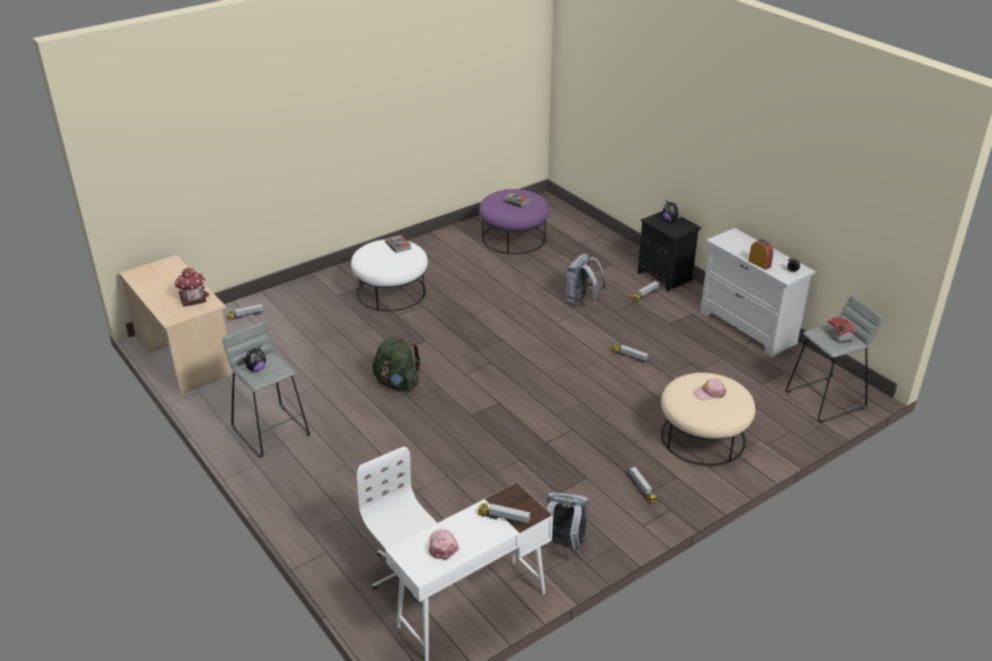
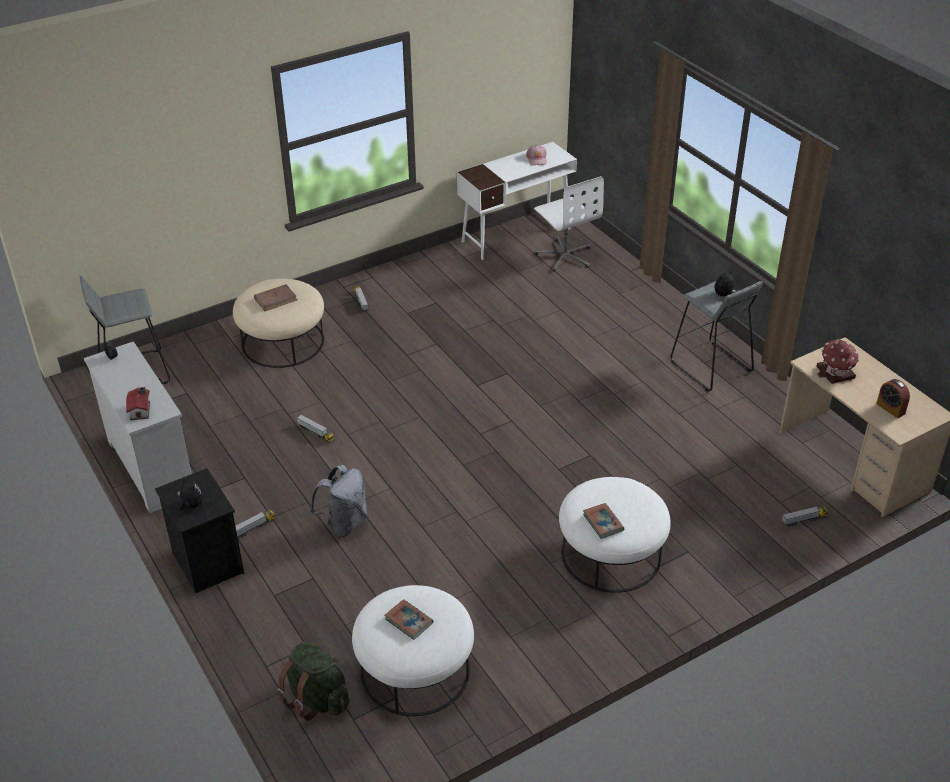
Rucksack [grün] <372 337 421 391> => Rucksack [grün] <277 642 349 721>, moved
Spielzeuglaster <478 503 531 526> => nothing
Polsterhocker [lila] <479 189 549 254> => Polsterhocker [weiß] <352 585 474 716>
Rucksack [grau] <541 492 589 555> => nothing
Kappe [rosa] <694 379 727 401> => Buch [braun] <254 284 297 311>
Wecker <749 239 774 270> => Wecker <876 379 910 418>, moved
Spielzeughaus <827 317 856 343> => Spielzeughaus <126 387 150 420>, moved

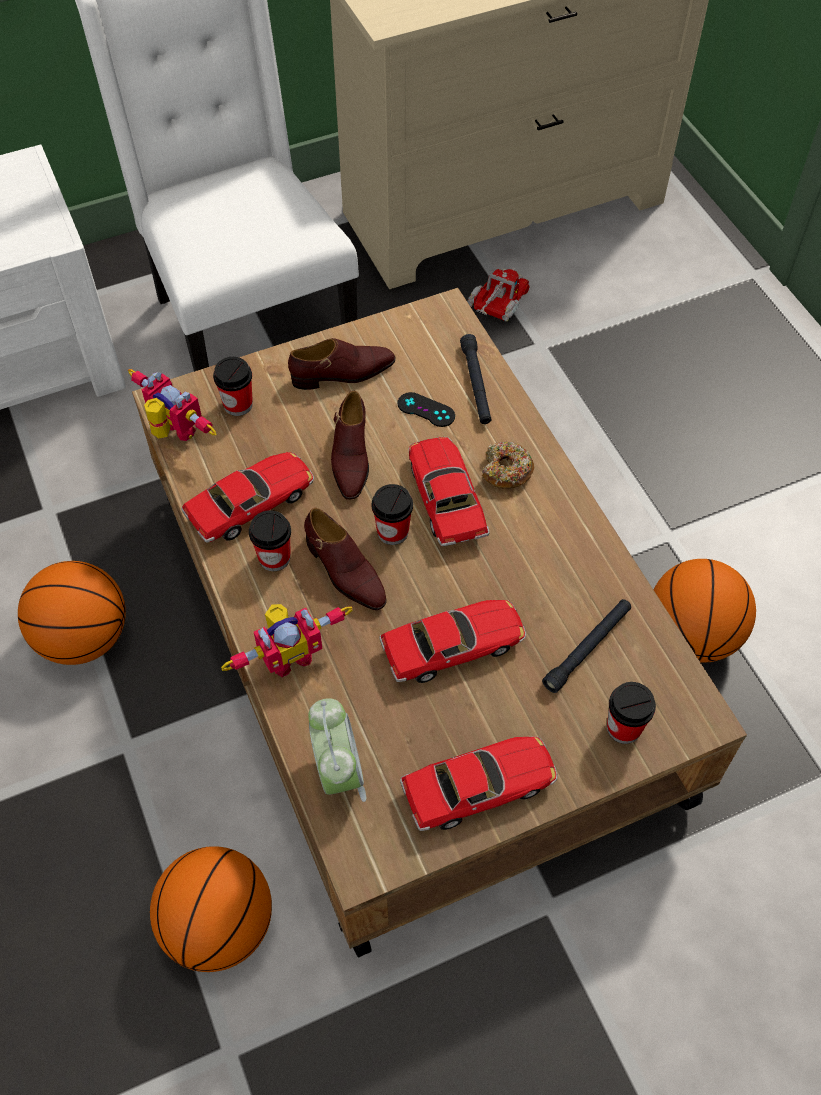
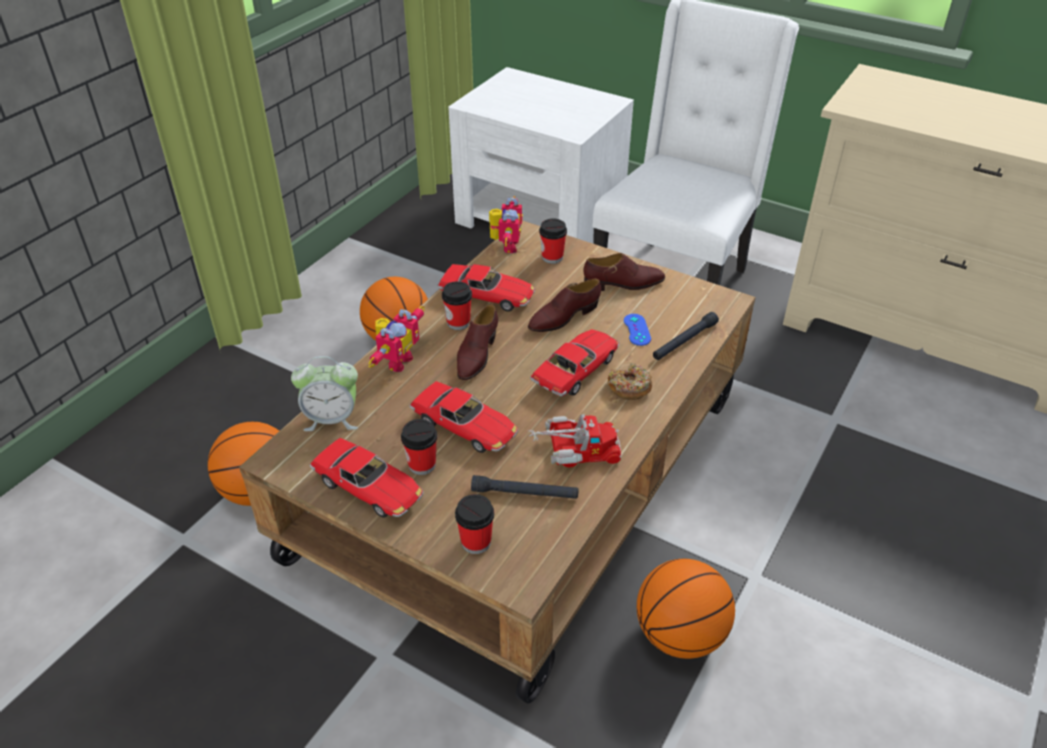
Spielzeugroboter <221 604 352 677> => Spielzeugroboter <368 306 425 372>, 90 degrees counterclockwise
Schuh [braun] <288 338 396 390> => Schuh [braun] <583 253 665 291>, 45 degrees counterclockwise
Wecker <308 698 366 802> => Wecker <291 356 358 431>, 45 degrees clockwise
Tasse <372 484 413 545> => Tasse <401 419 437 475>, moved
Gamepad [schwarz] <397 392 455 427> => Gamepad [blau] <624 314 651 346>
Spielzeuglaster <467 267 529 321> => Spielzeuglaster <529 414 621 467>, moved

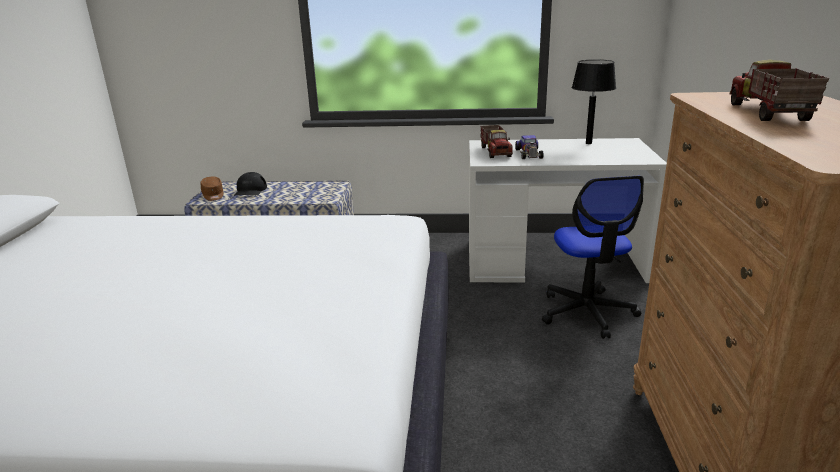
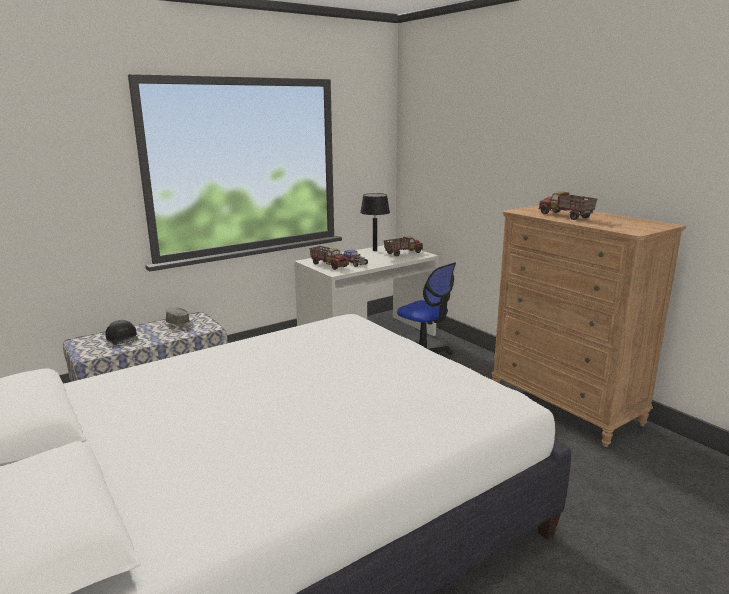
Kappe [braun] <201 177 223 201> => nothing
nothing => Kappe [grau] <166 308 193 327>
nothing => Spielzeuglaster <383 236 423 257>

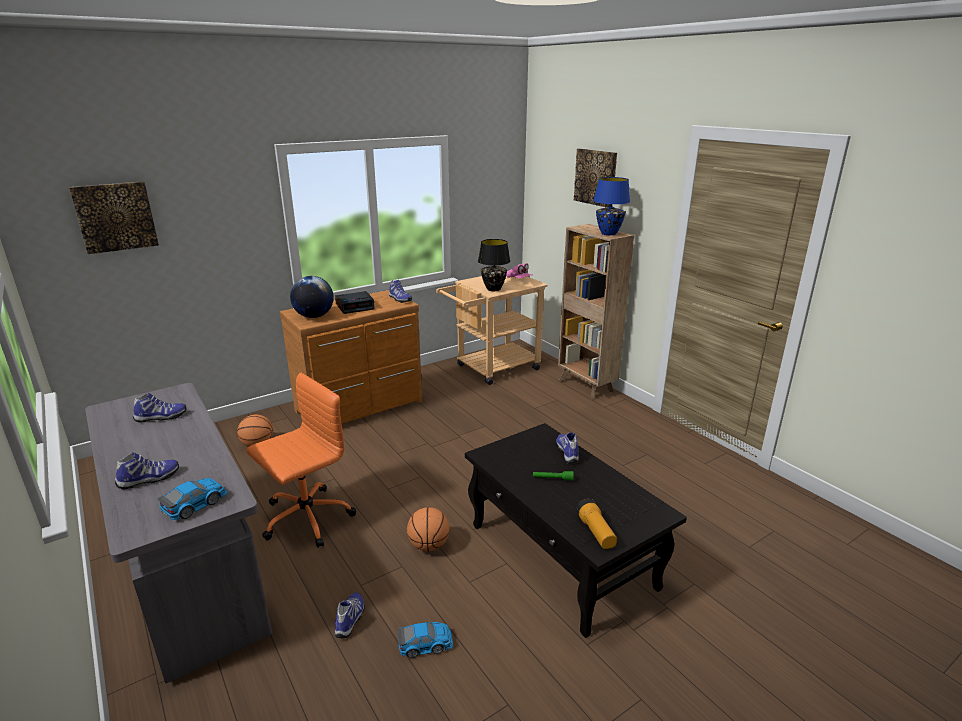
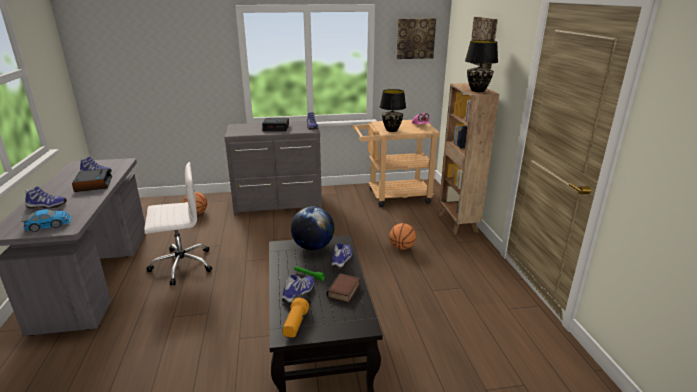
Bild <69 182 159 254> => Bild <396 18 436 59>, moved
Bürostuhl [orange] <247 373 356 548> => Bürostuhl [weiß] <144 162 212 285>
Kommode [braun] <280 290 422 424> => Kommode [grau] <224 121 322 215>
Globus <290 276 334 318> => Globus <291 207 334 250>, moved
Schuh <335 593 365 639> => Schuh <282 274 314 304>, moved
Spielzeugauto <398 621 453 658> => nothing
Basketball <407 507 450 552> => Basketball <389 223 416 250>, moved
Tischlampe [blau] <593 177 630 235> => Tischlampe [schwarz] <465 40 498 92>
nothing => Wecker <72 168 112 192>
nothing => Buch <327 273 360 303>

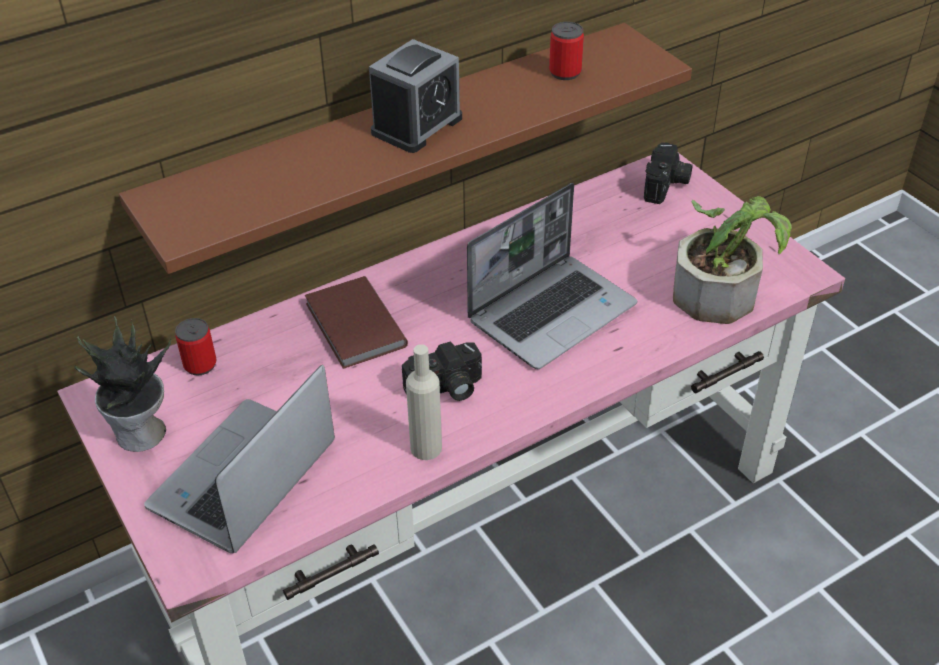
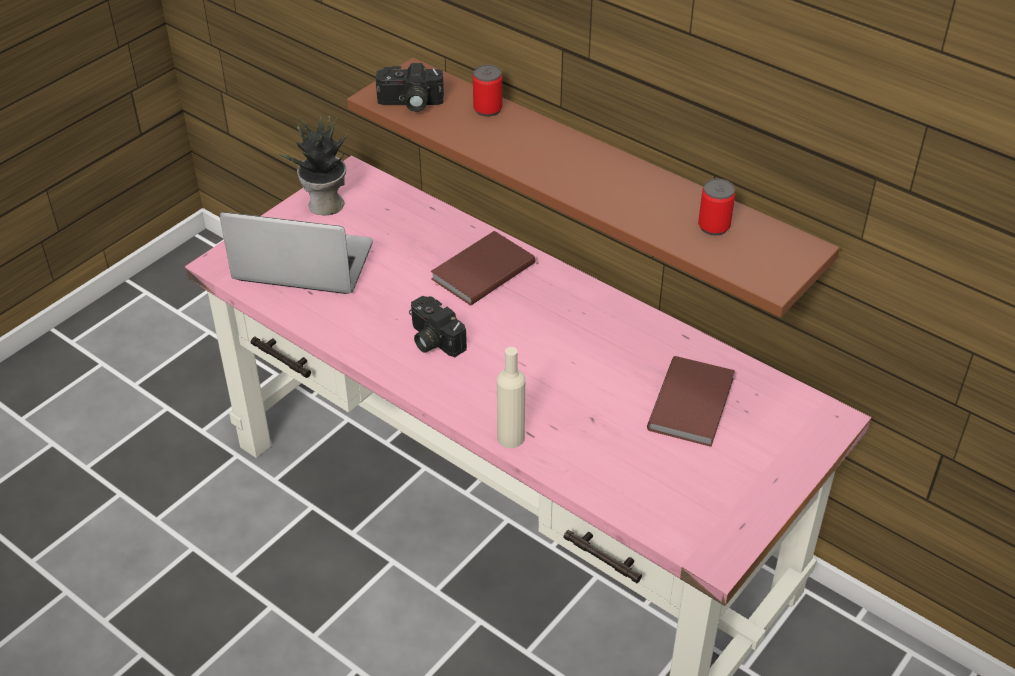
Dose <175 318 216 375> => Dose <473 65 502 117>, moved
Wecker <369 39 462 153> => nothing
Flasche [beige] <406 344 442 460> => Flasche [beige] <497 347 525 448>, moved
Laptop <467 183 637 369> => nothing
Kamera <644 142 693 204> => Kamera <376 63 444 112>, moved
Topfpflanze <673 196 792 324> => nothing
nothing => Buch [braun] <647 356 735 447>

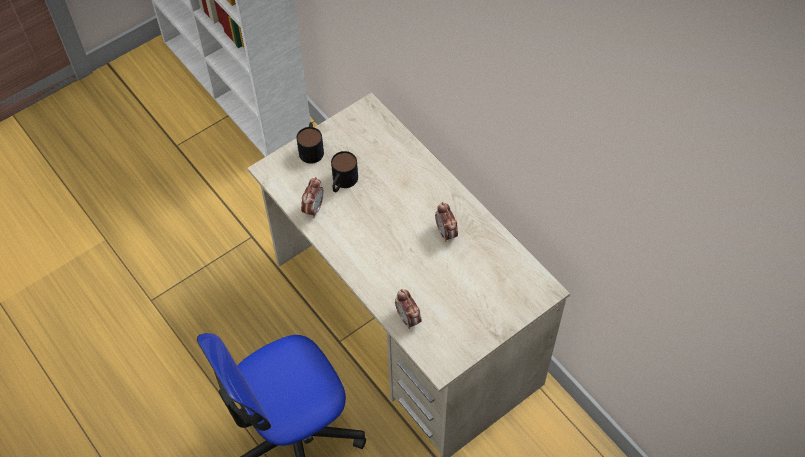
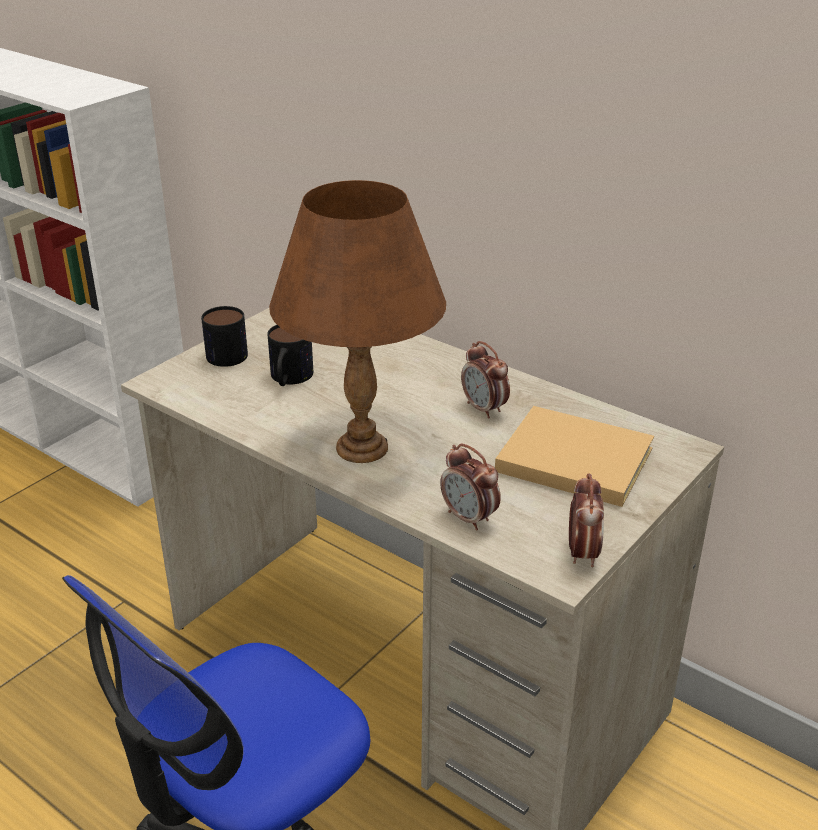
Wecker <301 177 324 218> => Wecker <569 473 604 567>, moved
nothing => Tischlampe [braun] <269 180 446 463>
nothing => Buch [beige] <495 406 654 507>

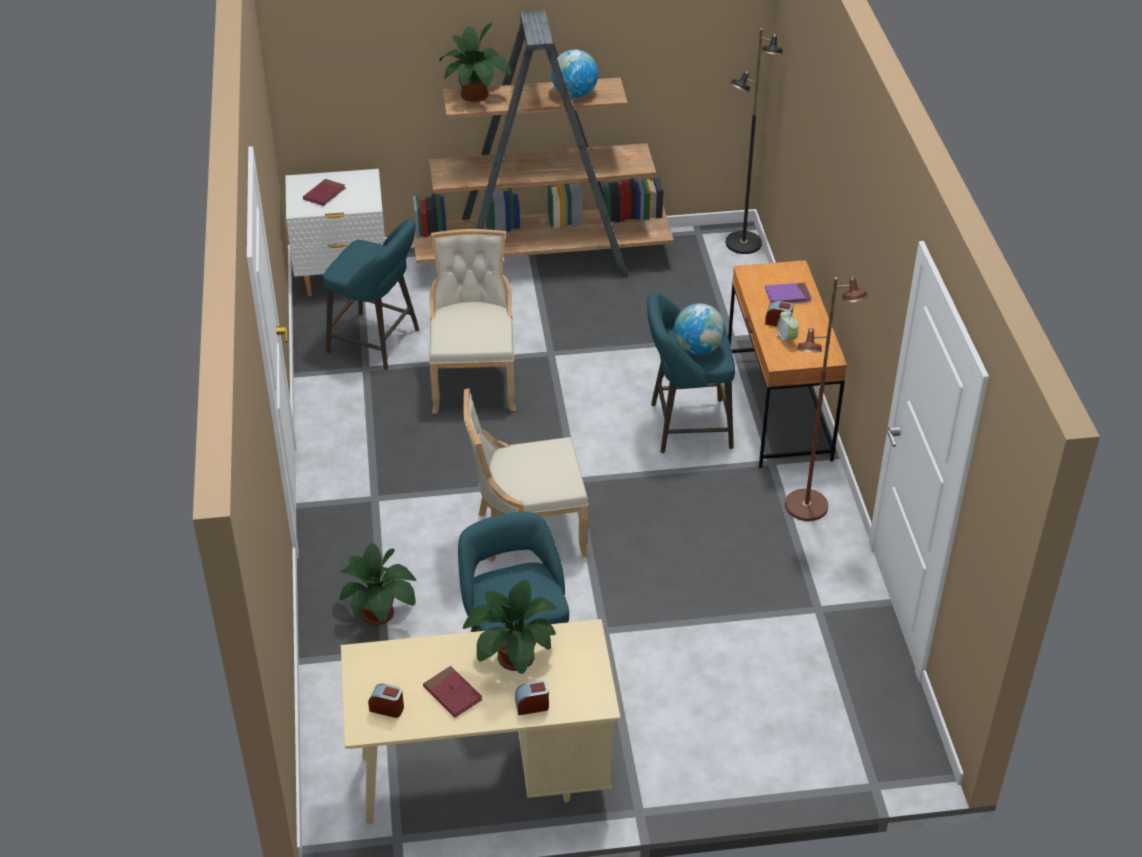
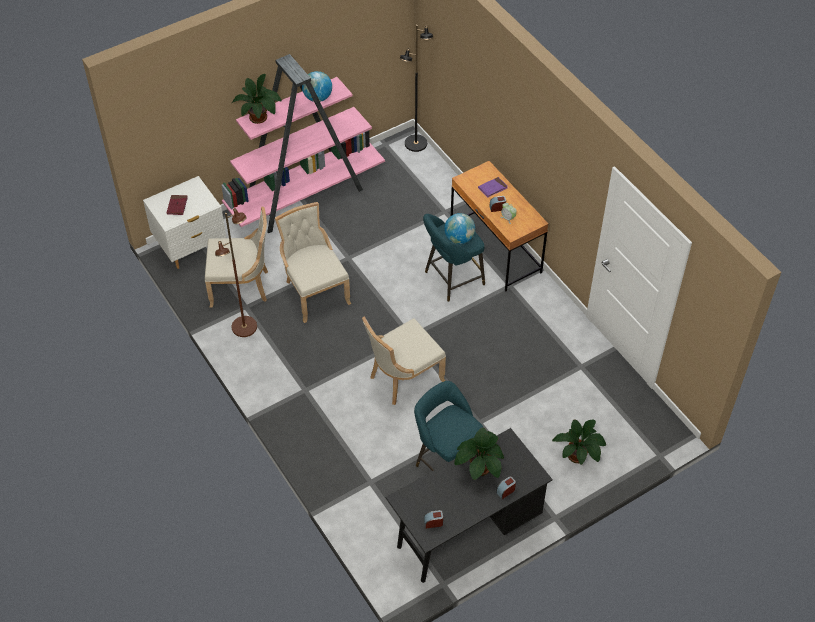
Hocker [türkis] <323 219 419 370> => Stuhl [beige] <205 207 268 308>
Topfpflanze <339 543 416 625> => Topfpflanze <552 419 606 465>, moved
Schreibtisch [beige] <341 619 621 825> => Schreibtisch [schwarz] <386 428 553 583>
Bücherregal [braun] <413 11 674 278> => Bücherregal [rosa] <221 54 385 233>
Buch [rot] <423 666 483 718> => nothing
Stehlampe [braun] <785 276 868 521> => Stehlampe [braun] <215 208 257 337>, moved

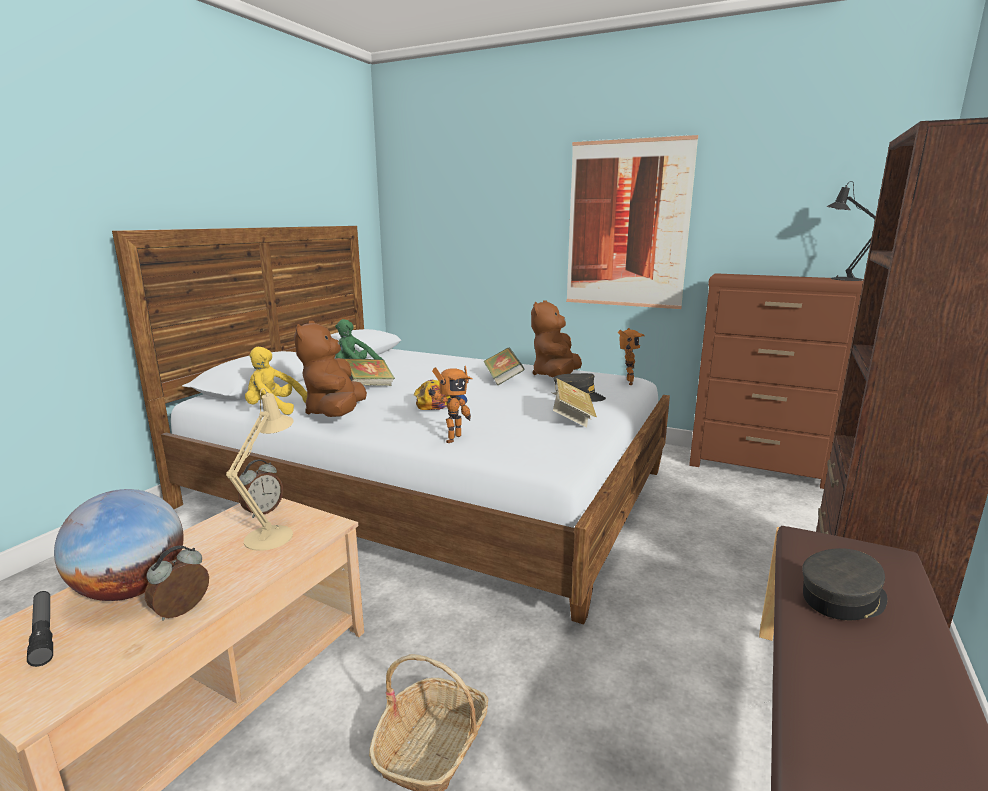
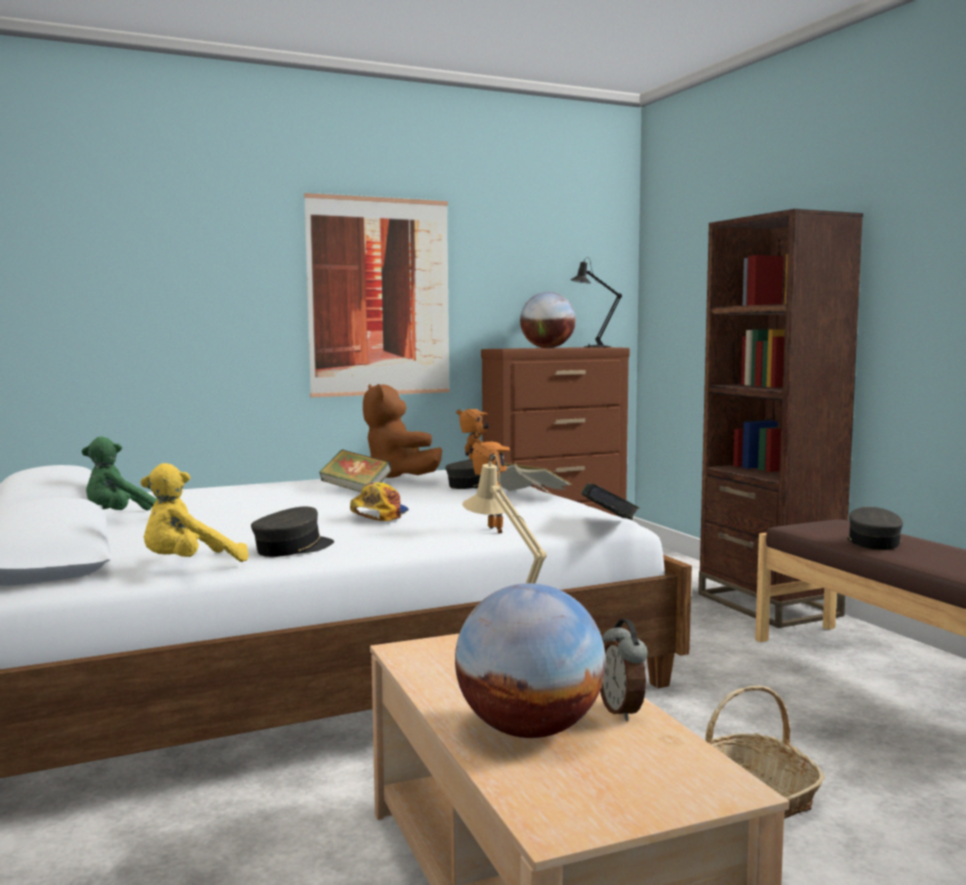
Taschenlampe <27 591 53 667> => nothing
Wecker <239 459 283 518> => nothing
Plüschtier [braun] <294 321 367 417> => Kappe [grau] <251 506 334 557>
Buch <342 358 395 386> => Buch <581 483 639 520>, moved
nothing => Globus <520 292 576 348>

